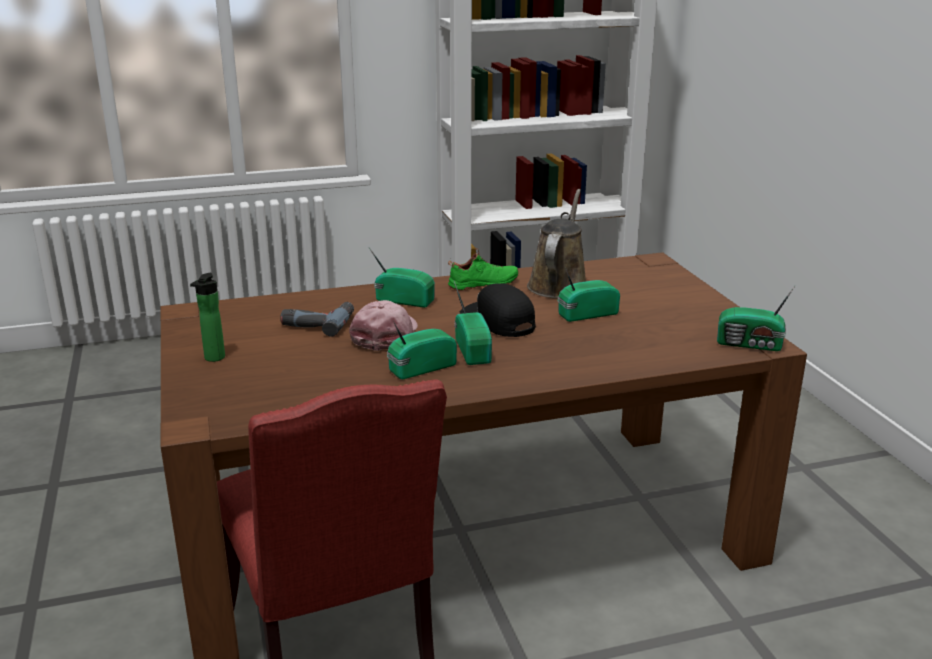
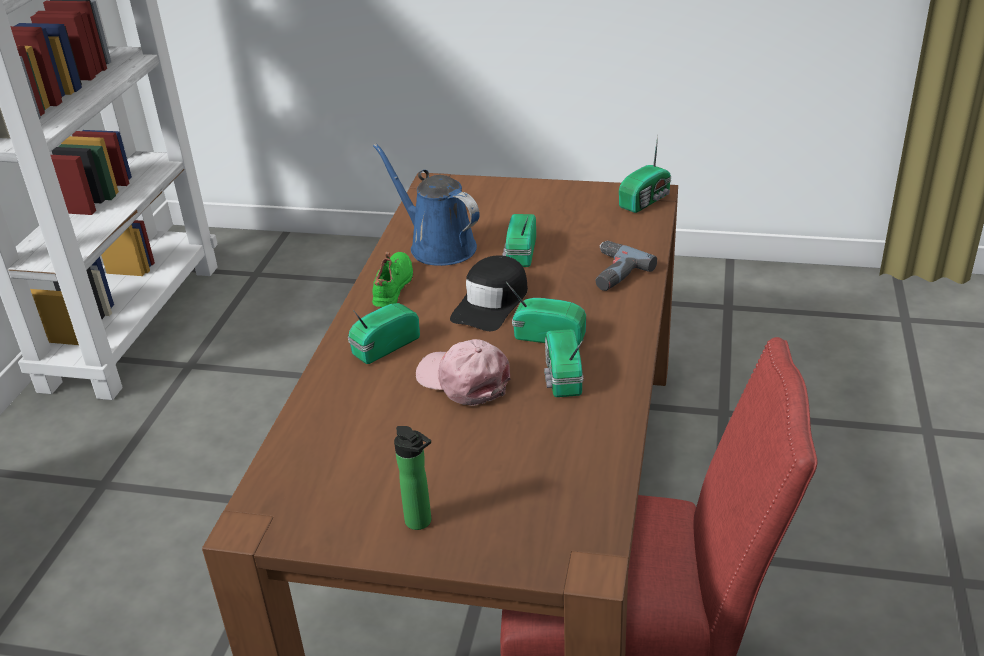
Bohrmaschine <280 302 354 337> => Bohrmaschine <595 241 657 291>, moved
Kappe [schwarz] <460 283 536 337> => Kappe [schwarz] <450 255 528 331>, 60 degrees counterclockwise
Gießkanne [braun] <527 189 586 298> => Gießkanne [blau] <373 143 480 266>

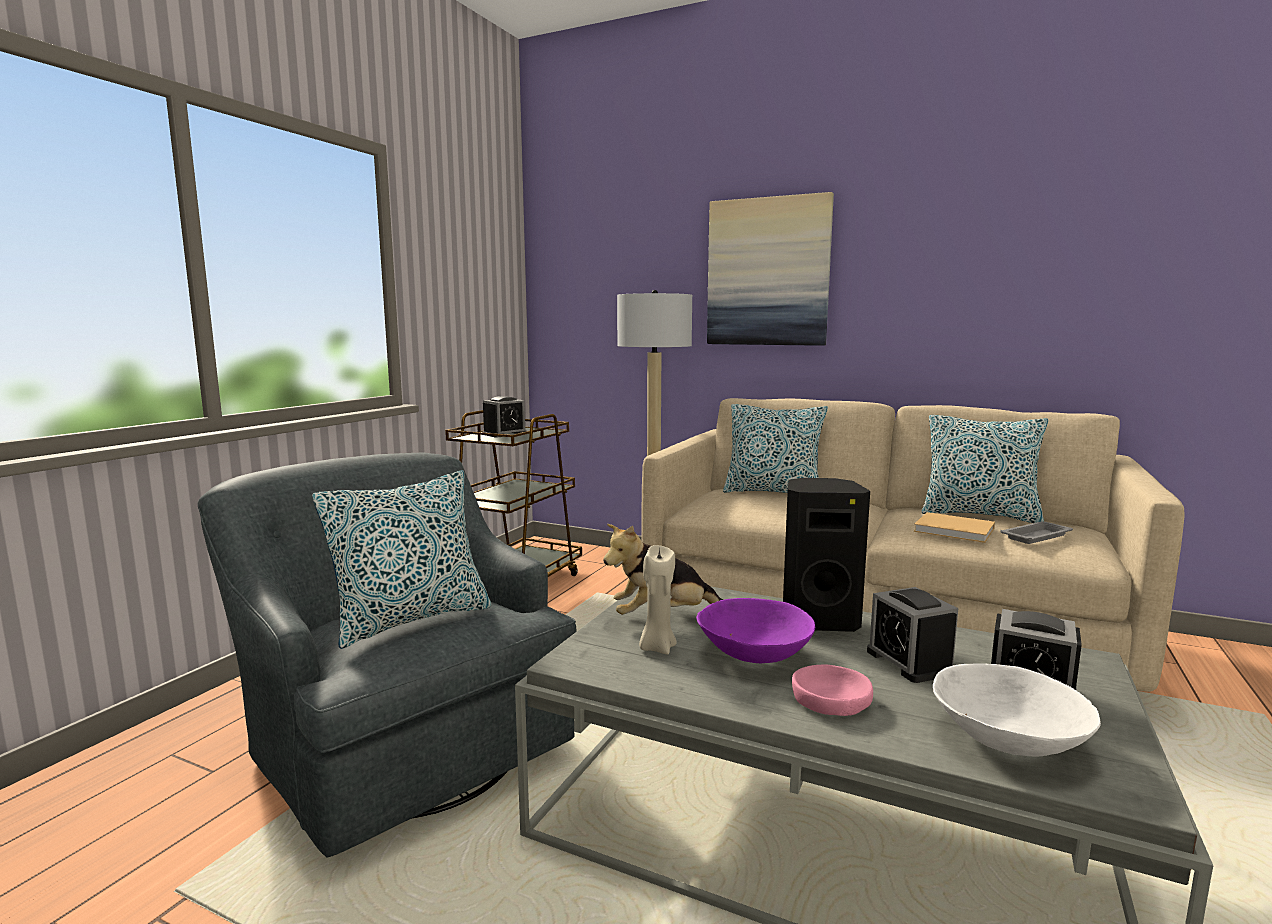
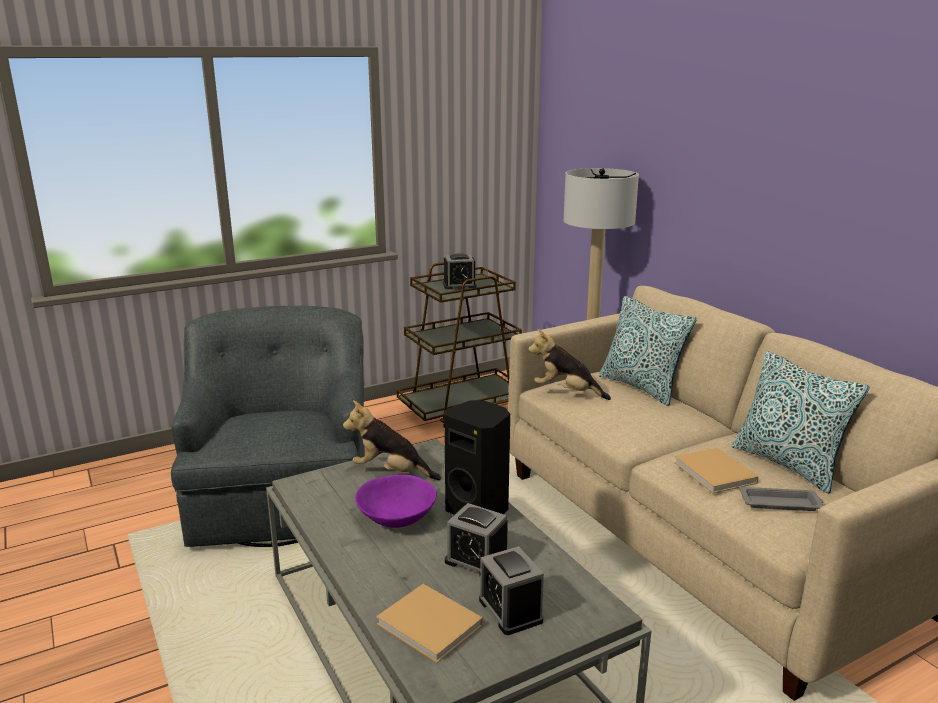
Kissen <312 470 491 649> => nothing
Kerze [beige] <639 545 677 655> => nothing
Bild <707 192 834 346> => nothing
Schüssel [rosa] <792 665 873 716> => nothing
Wecker <867 587 958 683> => Wecker <445 503 508 576>, 75 degrees counterclockwise
Schüssel [weiß] <933 663 1101 756> => Buch [beige] <376 584 483 663>
nothing => Plüschtier <528 329 611 400>

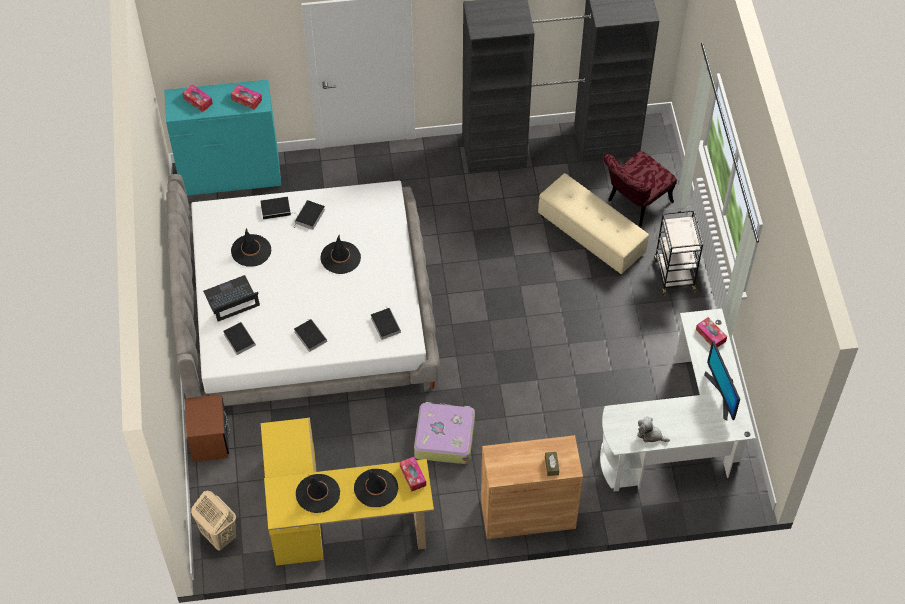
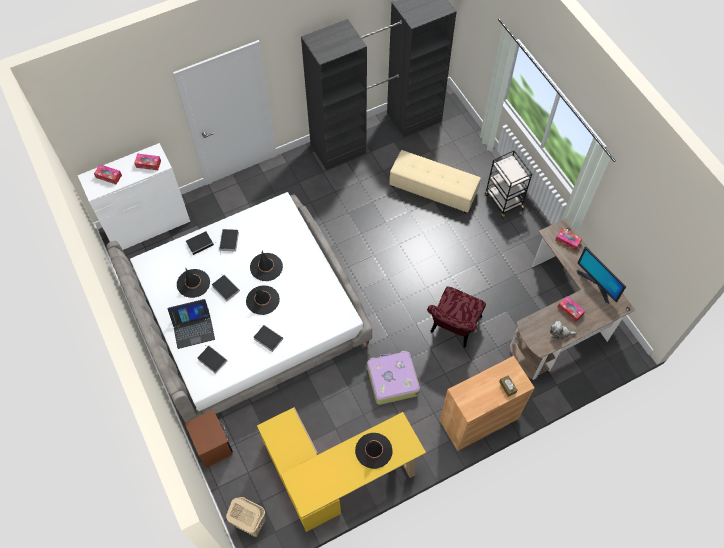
Kommode [türkis] <164 80 281 196> => Kommode [weiß] <78 143 190 250>
Laptop <203 275 260 322> => Laptop <168 299 215 349>, 150 degrees counterclockwise
Hut [schwarz] <296 474 340 513> => Hut [schwarz] <246 286 280 315>, moved
Buch <371 308 401 340> => Buch <212 274 240 301>, moved
Taschentuchbox <400 457 426 492> => Taschentuchbox <558 296 585 322>, moved
Schreibtisch [weiß] <600 308 756 491> => Schreibtisch [braun] <510 218 635 380>
Stuhl [rot] <603 151 677 227> => Stuhl [rot] <427 286 486 348>, moved

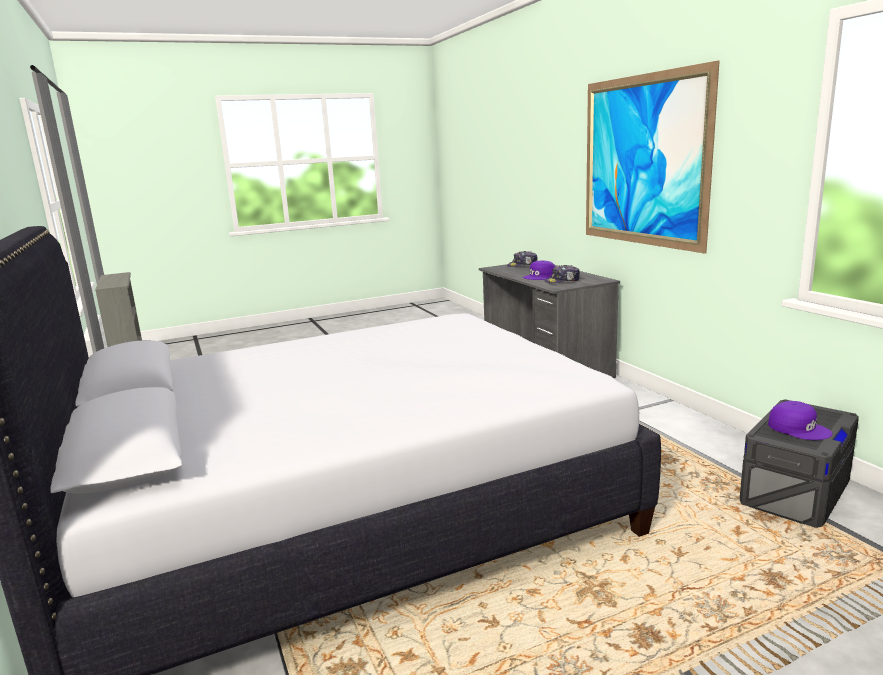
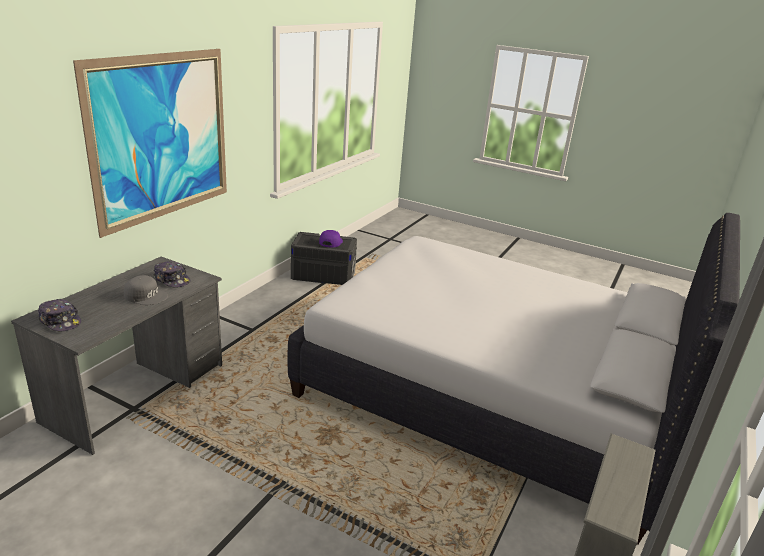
Kappe [lila] <523 260 555 280> => Kappe [grau] <124 275 168 305>

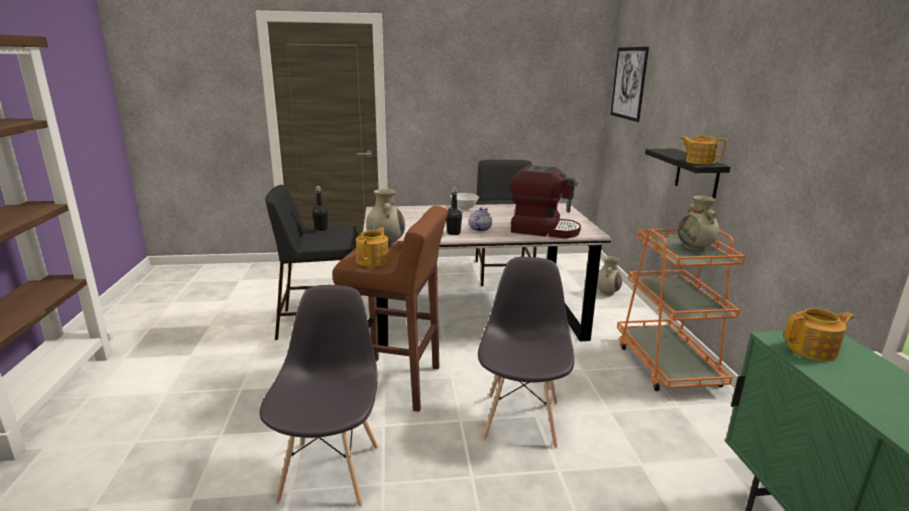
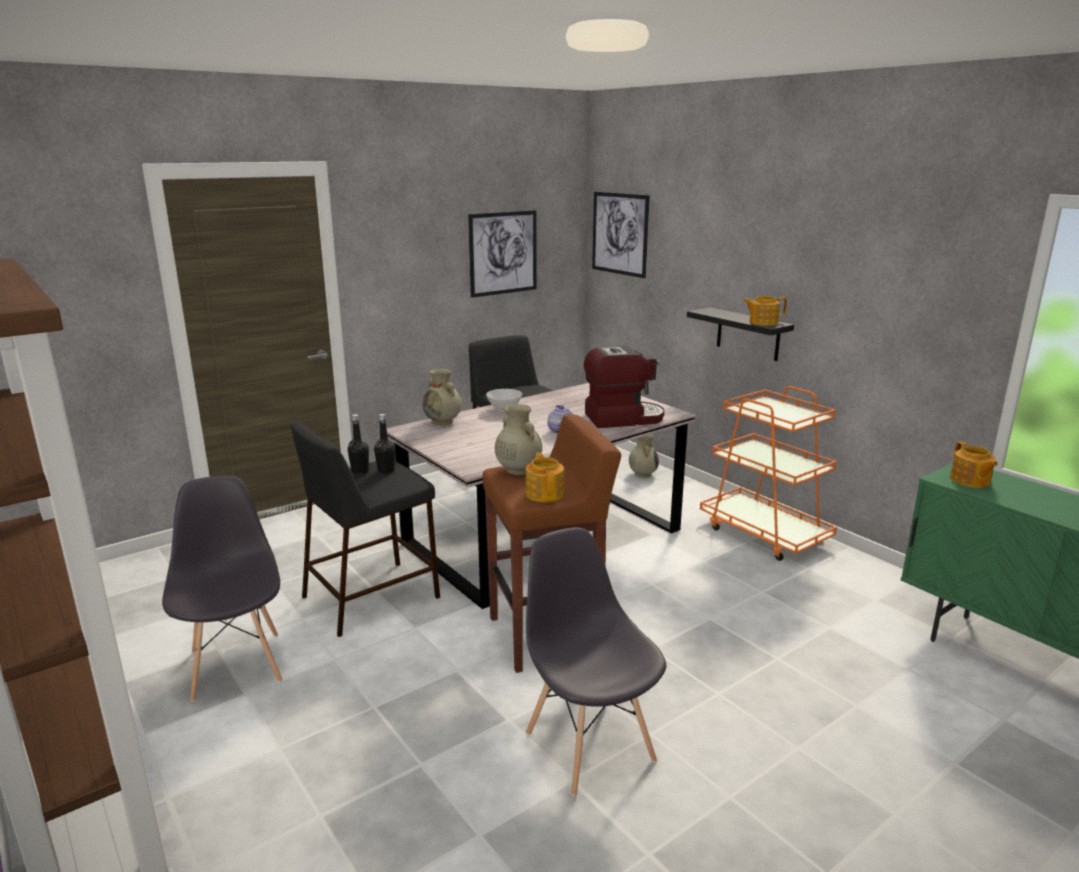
Flasche [schwarz] <446 187 462 235> => Flasche [schwarz] <374 414 395 474>, moved
Stuhl [grau] <478 257 574 448> => Stuhl [grau] <162 475 282 702>, moved
Vase [beige] <678 196 719 251> => Vase [beige] <423 368 461 425>, moved
Teekanne <784 308 854 361> => Teekanne <950 442 998 488>, 120 degrees clockwise
nothing => Bild <468 210 537 298>

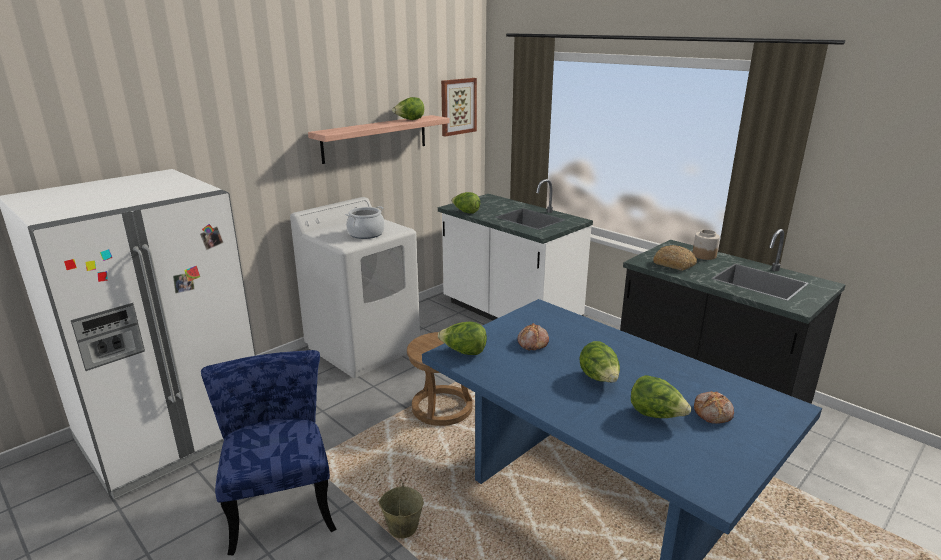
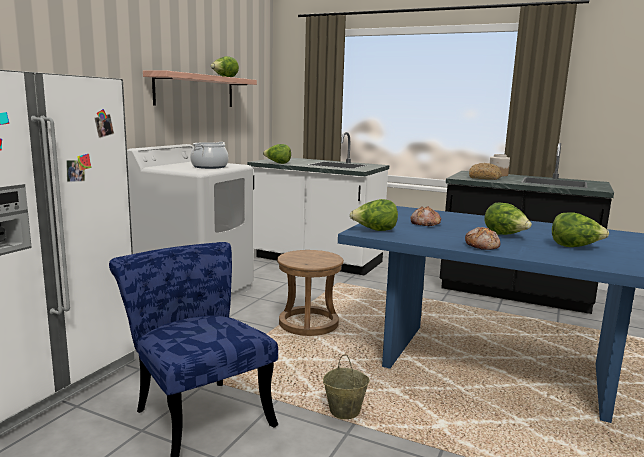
Bild <441 78 477 137> => nothing
Brot <694 391 734 424> => Brot <465 227 501 250>, moved

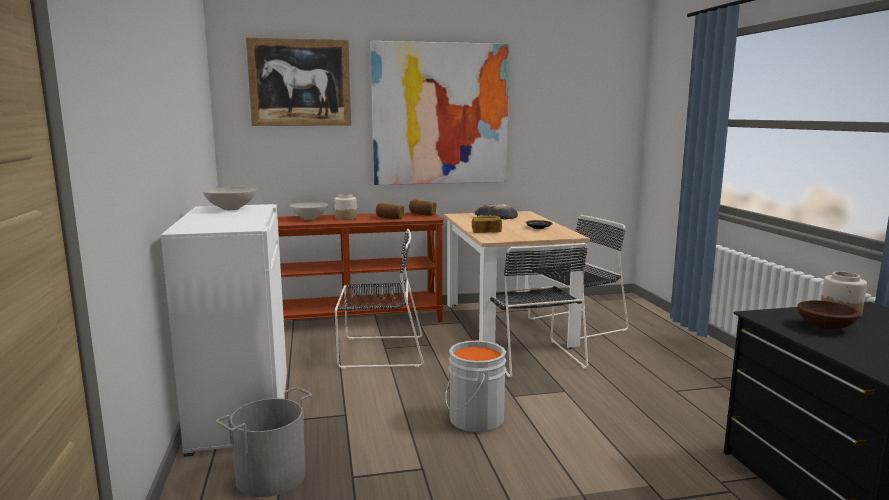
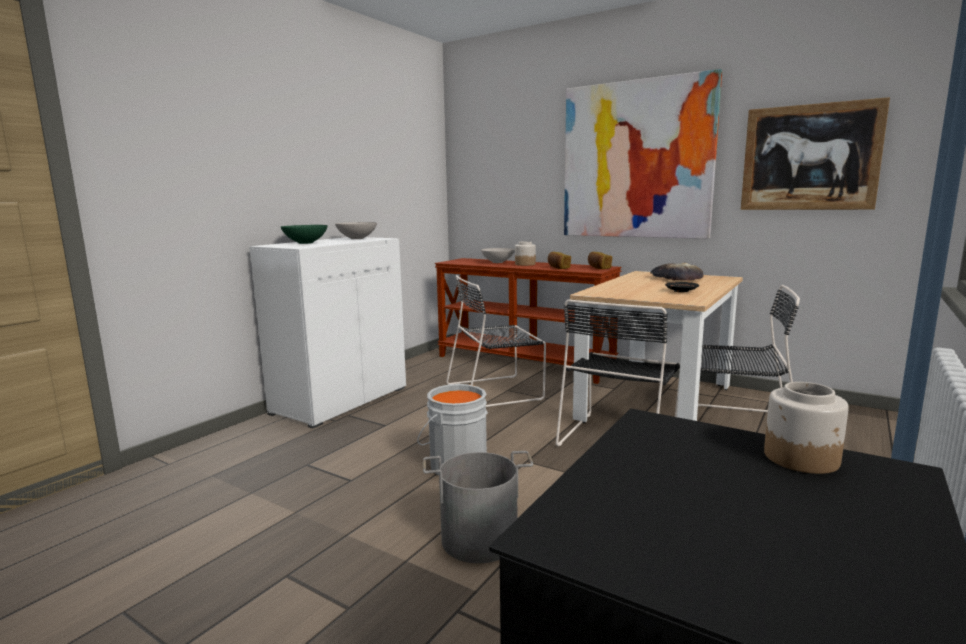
Eimer [grau] <216 387 312 497> => Eimer [grau] <423 451 533 563>, moved
Bild <246 37 351 126> => Bild <741 97 890 210>, moved
Stuhl [schwarz] <335 229 424 368> => Stuhl [schwarz] <446 275 546 407>, 120 degrees clockwise
Brot <472 215 502 233> => nothing
Schüssel [braun] <798 300 860 330> => nothing
nothing => Schüssel [grün] <281 225 328 244>

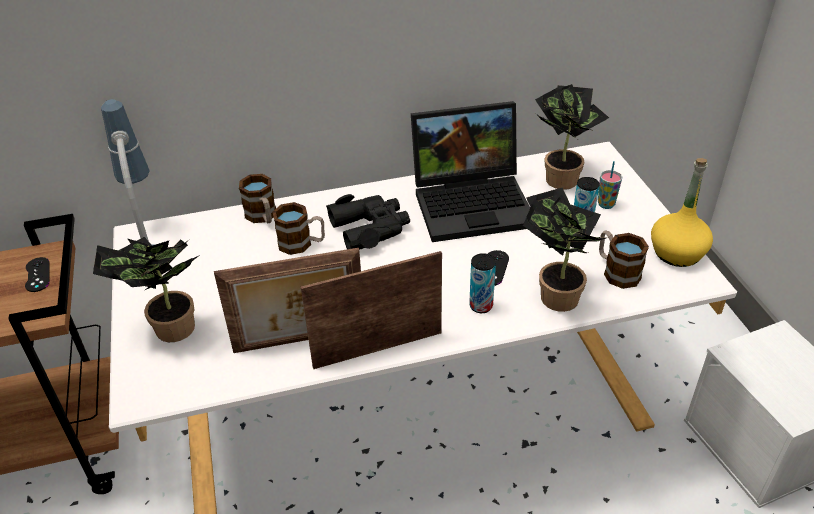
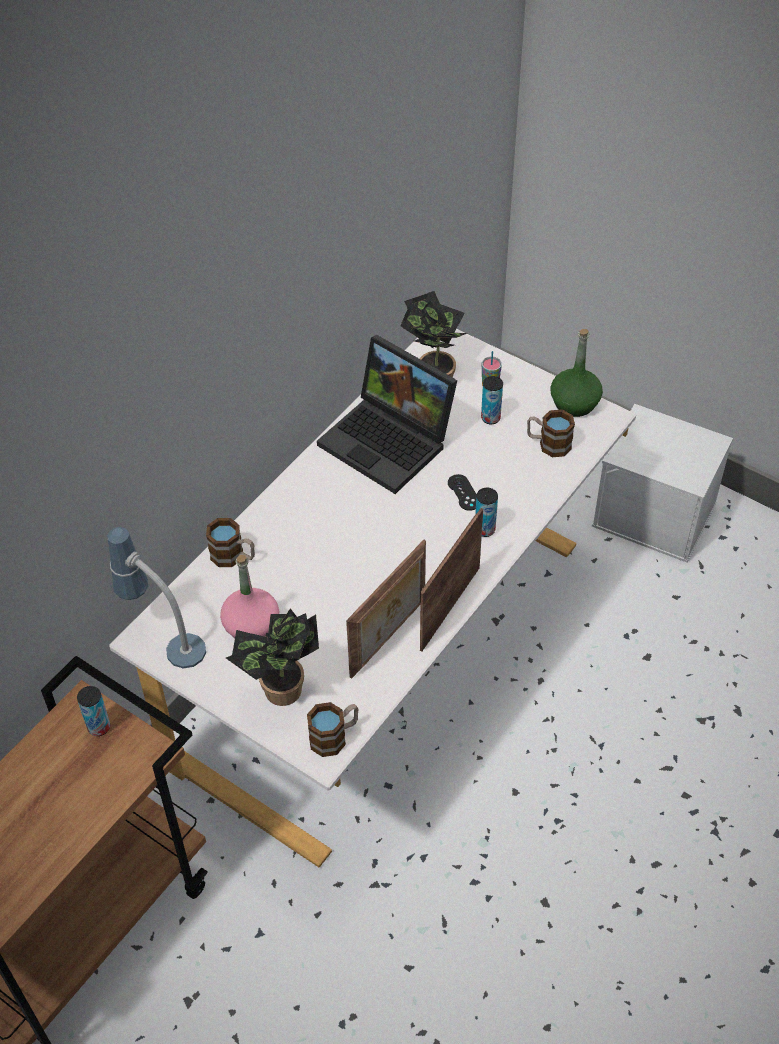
Gamepad [schwarz] <25 257 50 292> => Dose <77 686 110 736>
Henkelbecher <273 202 325 255> => Henkelbecher <307 702 359 757>, moved
Fernglas [schwarz] <326 194 410 250> => nothing
Laptop <411 101 530 242> => Laptop <317 335 457 494>, 90 degrees clockwise
Topfpflanze <523 187 609 312> => nothing
Flasche [gelb] <651 158 713 267> => Flasche [grün] <550 329 603 417>
nothing => Flasche [rosa] <220 555 279 638>

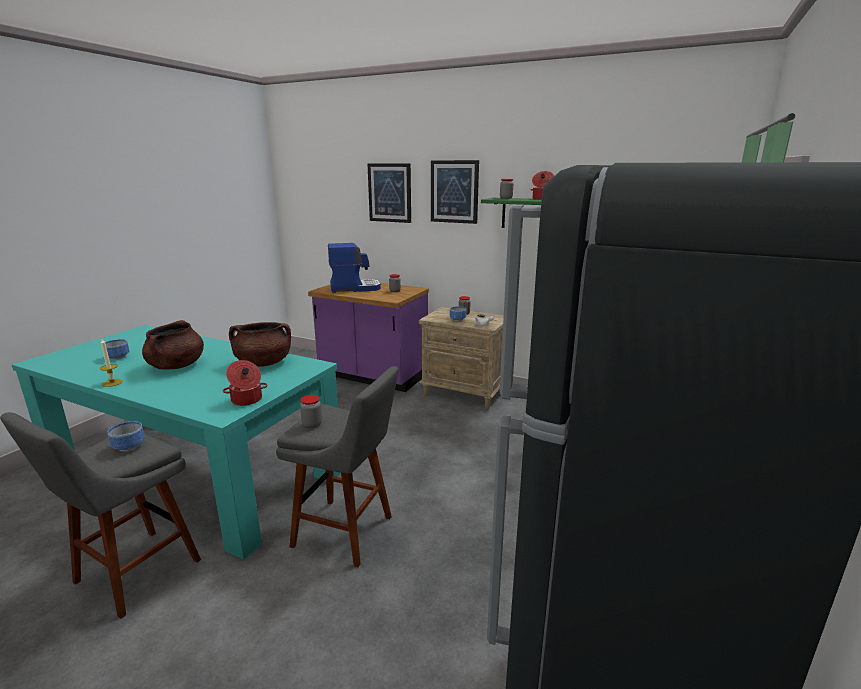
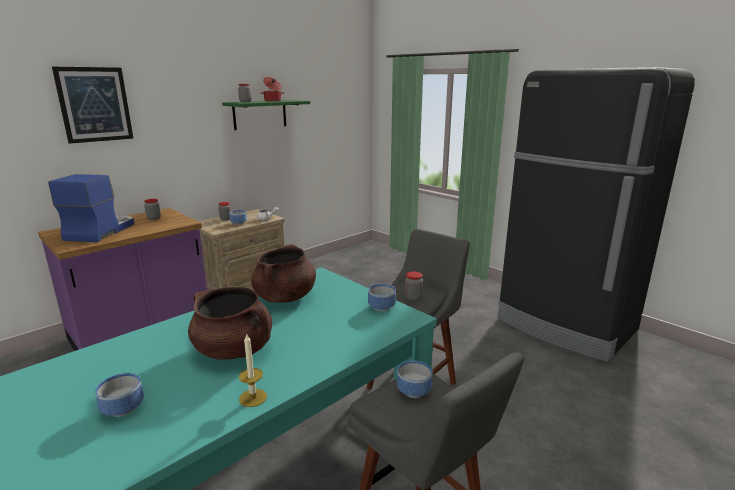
Kochtopf <223 360 268 406> => Schüssel <368 284 396 311>
Bild <431 160 479 224> => nothing

